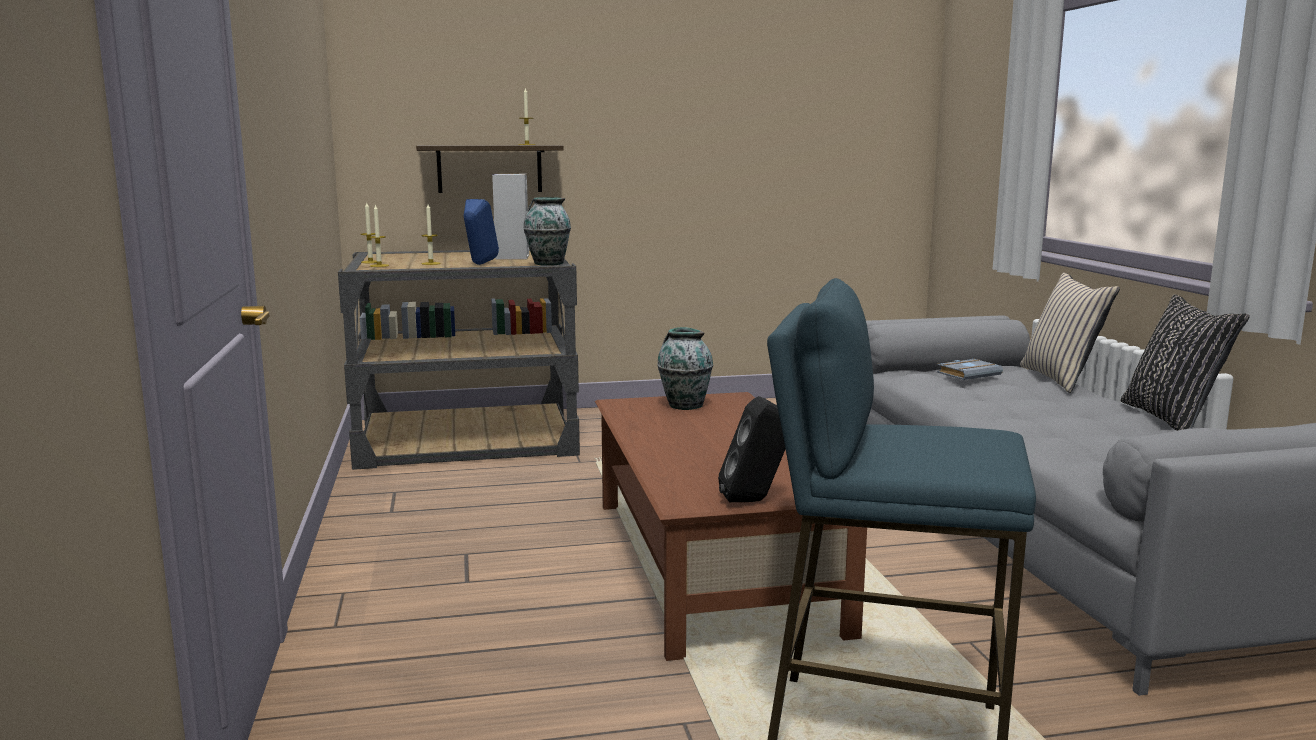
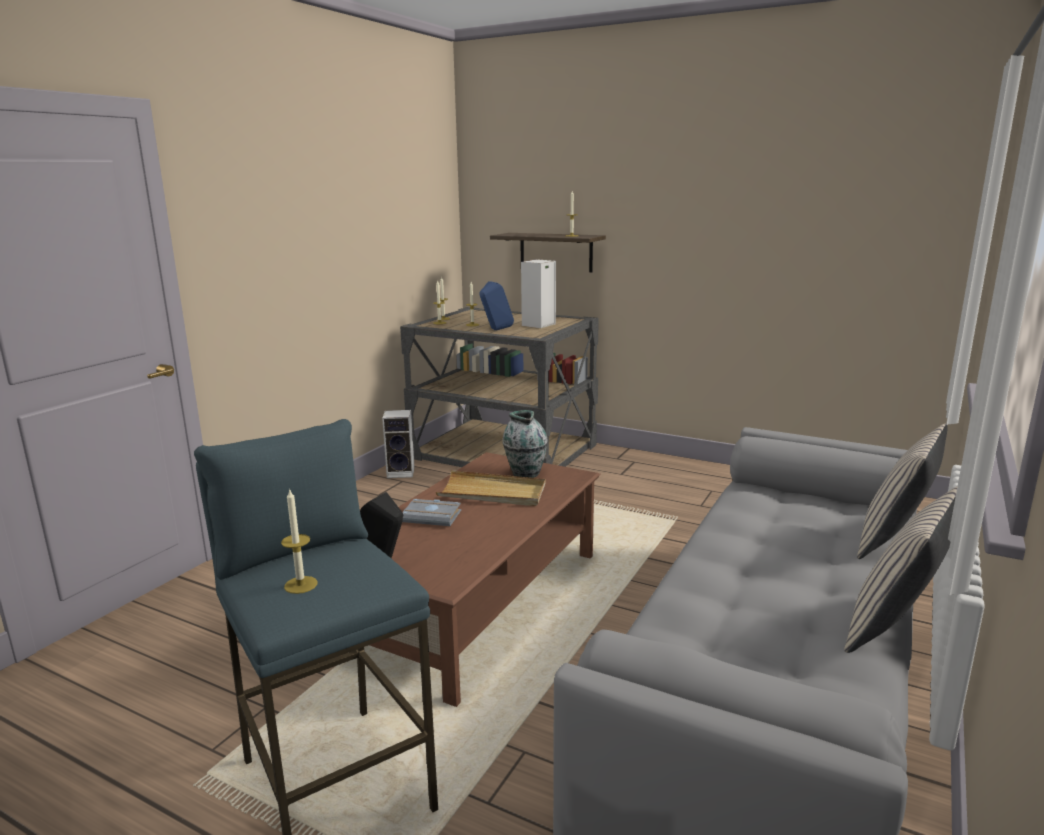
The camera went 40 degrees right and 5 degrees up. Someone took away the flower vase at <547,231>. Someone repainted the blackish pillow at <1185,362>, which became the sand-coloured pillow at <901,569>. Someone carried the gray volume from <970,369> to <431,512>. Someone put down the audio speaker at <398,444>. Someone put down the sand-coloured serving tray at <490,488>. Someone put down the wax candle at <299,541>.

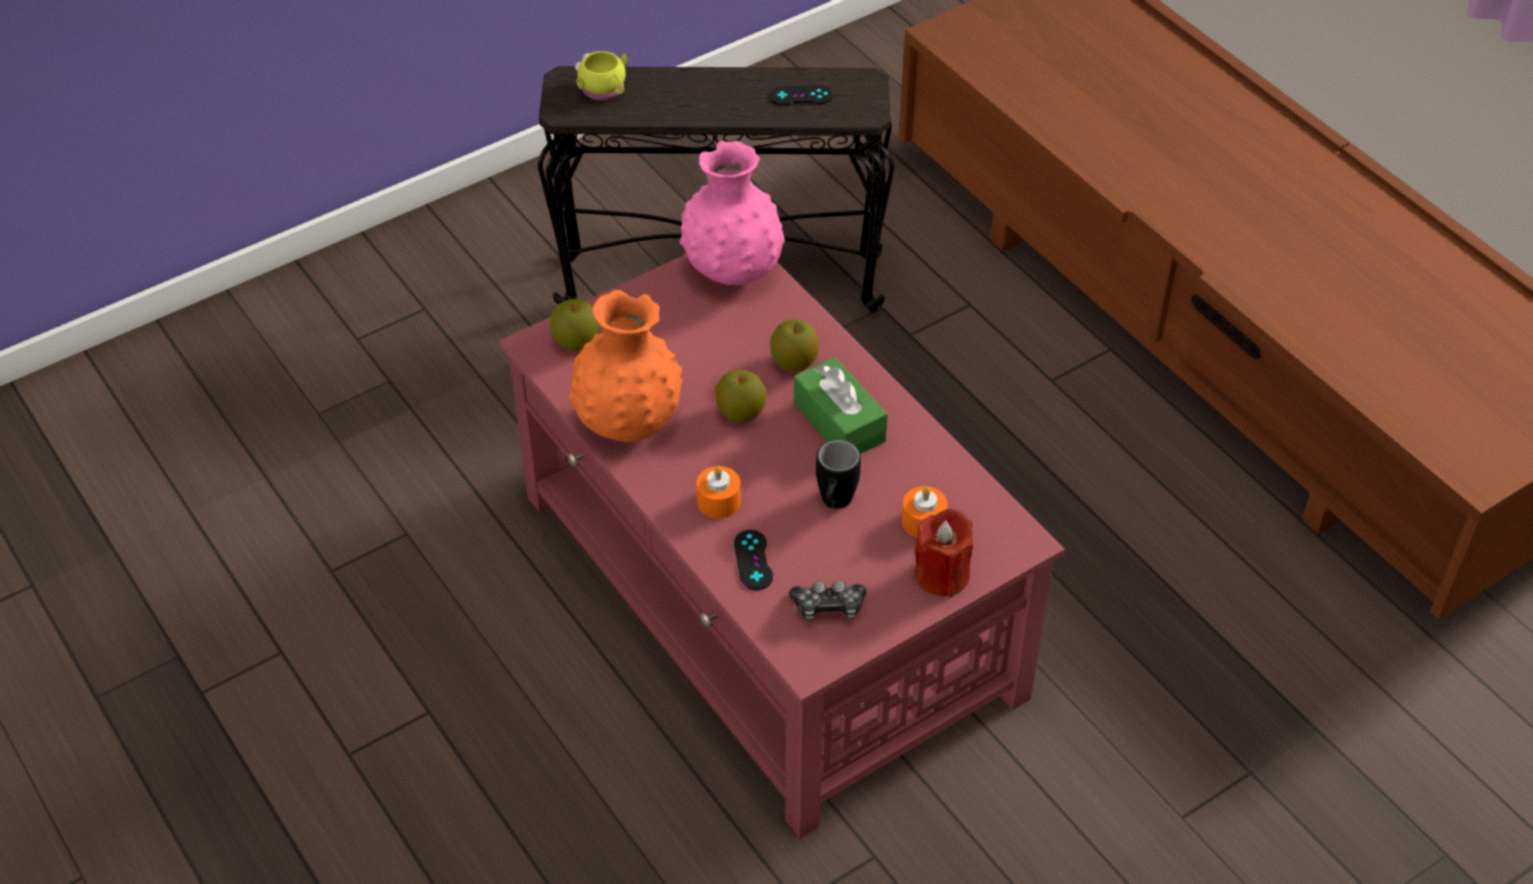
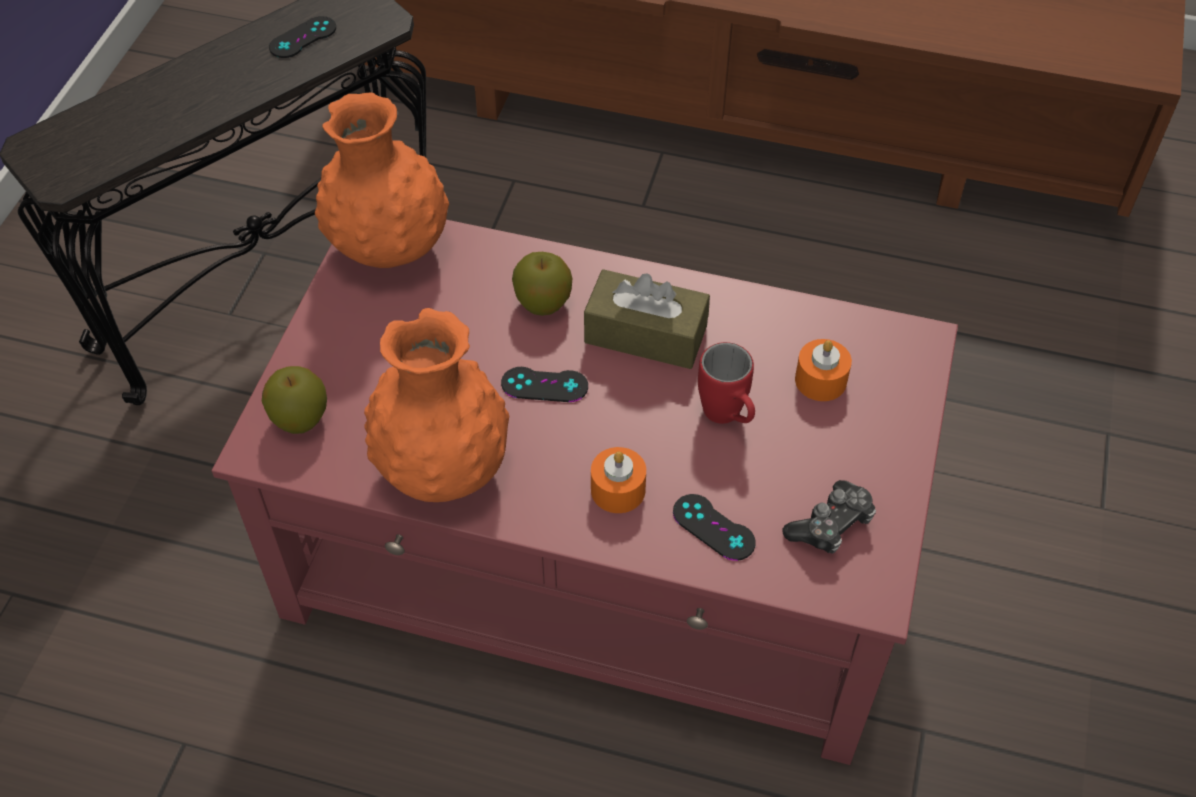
The camera went 40 degrees left and 5 degrees up. Someone took away the yellow-coloured mug at <601,75>. Someone repainted the pink flower vase at <732,213>, which became the orangey flower vase at <382,180>. Someone repainted the green-coloured tissue box at <841,405>, which became the brownish tissue box at <647,319>. Someone swapped the whole apple at <741,396> for the blackish game controller at <544,384>. Someone repainted the blackish mug at <838,474>, which became the reddish mug at <726,383>. Someone took away the reddish wax candle at <943,553>.

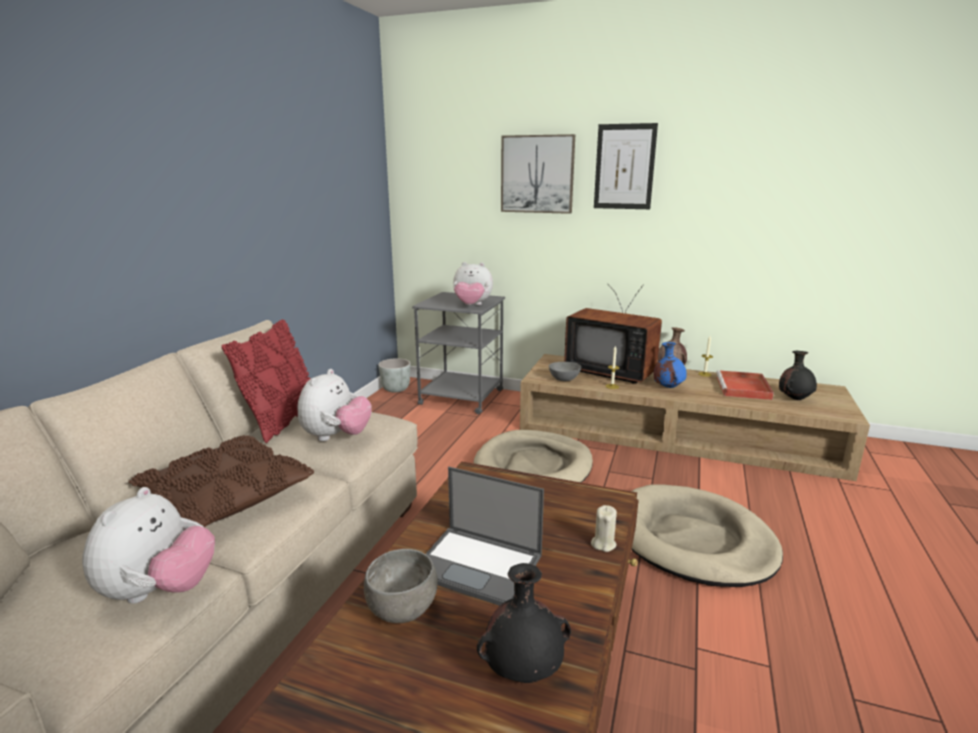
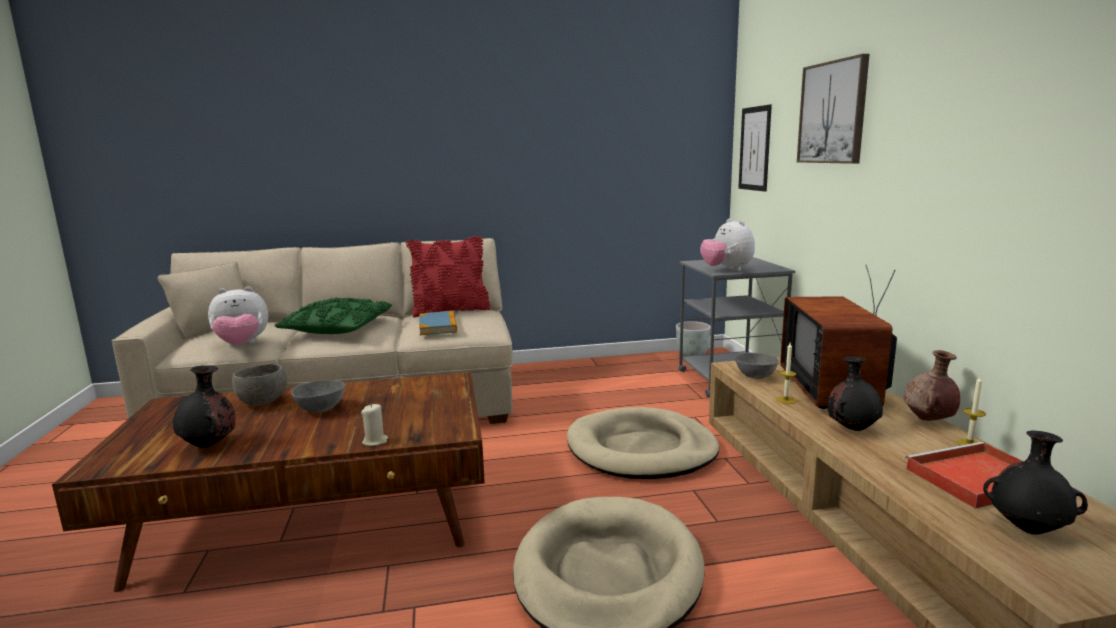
The camera went 60 degrees right and 5 degrees down. Someone carried the wall picture from <626,166> to <755,148>. Someone repainted the blue-coloured flower vase at <670,365>, which became the blackish flower vase at <855,393>. Someone swapped the plush toy at <334,405> for the volume at <438,323>. Someone repainted the brownish pillow at <221,481>, which became the green-coloured pillow at <333,315>. Someone swapped the notebook computer at <485,536> for the gray bowl at <318,396>.

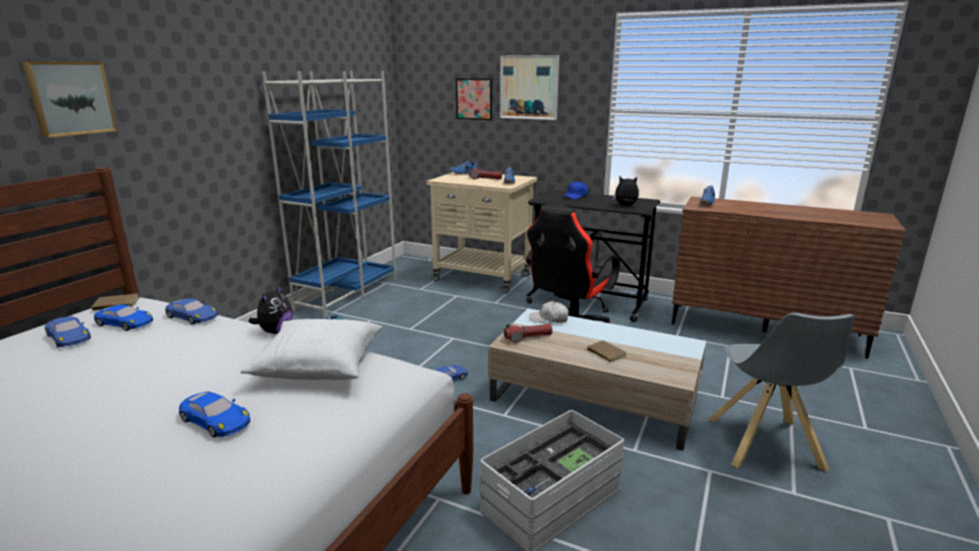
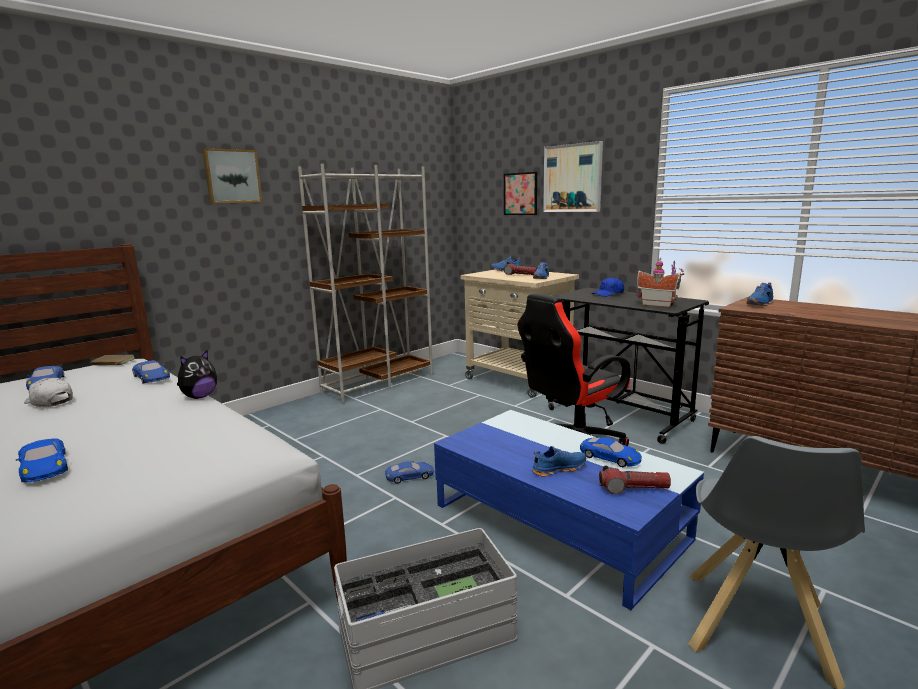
The camera went 20 degrees right and 5 degrees down. Someone carried the wall picture from <70,99> to <232,175>. Someone repainted the blue-coloured bookshelf at <329,194>, which became the brownish bookshelf at <365,283>. Someone swapped the plush toy at <626,191> for the model house at <659,283>. Someone carried the white peaked cap from <549,312> to <48,392>. Someone carried the blue-coloured miniature car from <123,318> to <611,452>. Someone repainted the sand-coloured lounge table at <597,379>, which became the blue-coloured lounge table at <569,510>. Someone took away the gray pillow at <311,347>. Someone carried the flashlight from <528,333> to <635,480>. Someone swapped the brownish volume at <607,351> for the blue-coloured shoe at <559,461>.

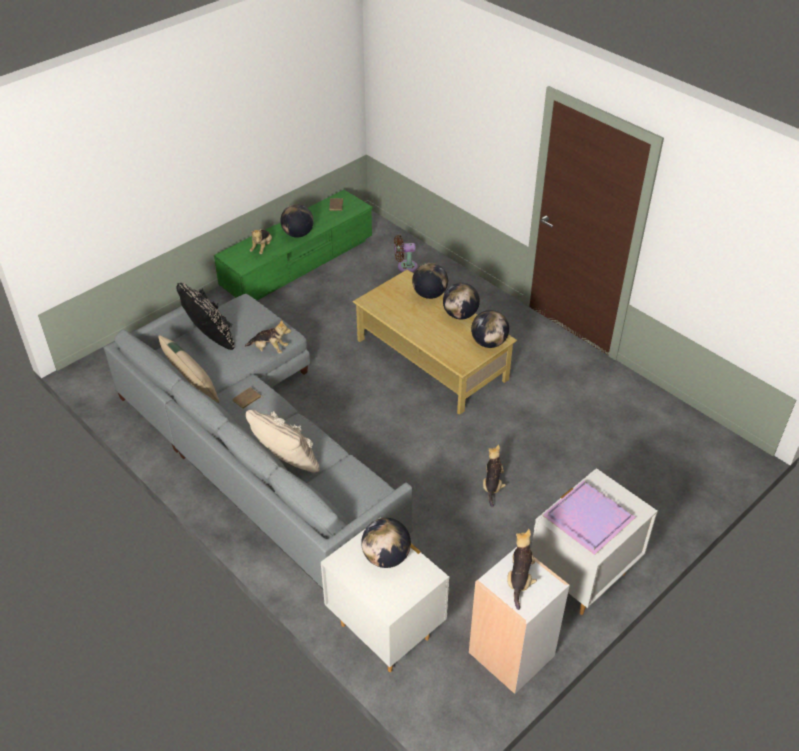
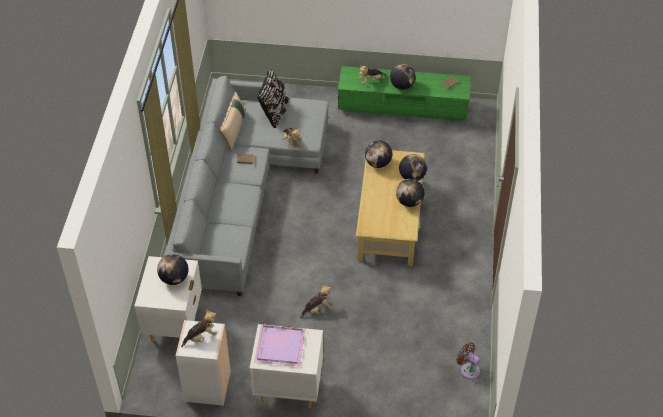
The camera went 50 degrees right and 5 degrees up. Someone carried the brownish fan from <406,253> to <468,360>. Someone carried the world globe from <490,329> to <378,154>. Someone took away the sand-coloured pillow at <283,441>.

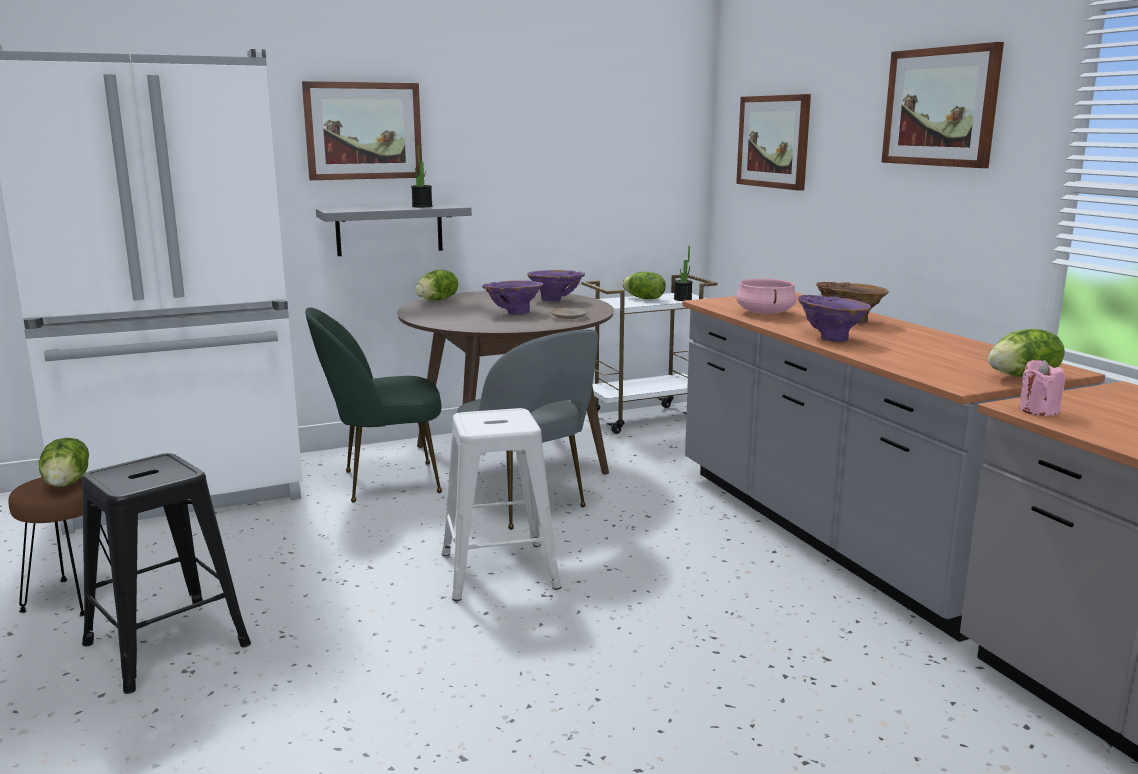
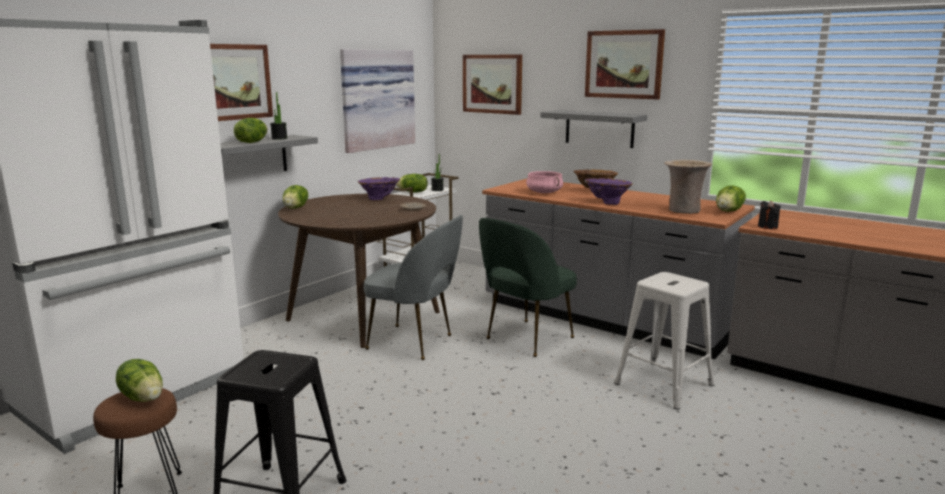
The camera went 30 degrees left and 0 degrees up. Someone took away the purplish flower vase at <512,298>. Someone carried the green-coloured upright chair from <373,405> to <528,287>. Someone repainted the pink wax candle at <1042,388>, which became the blackish wax candle at <769,214>. Someone carried the white stool from <501,504> to <664,341>. Someone put up the wall picture at <377,101>. Someone put up the gray shelf at <594,129>. Someone put down the lettuce at <251,130>. Someone put down the sand-coloured flower vase at <688,187>.

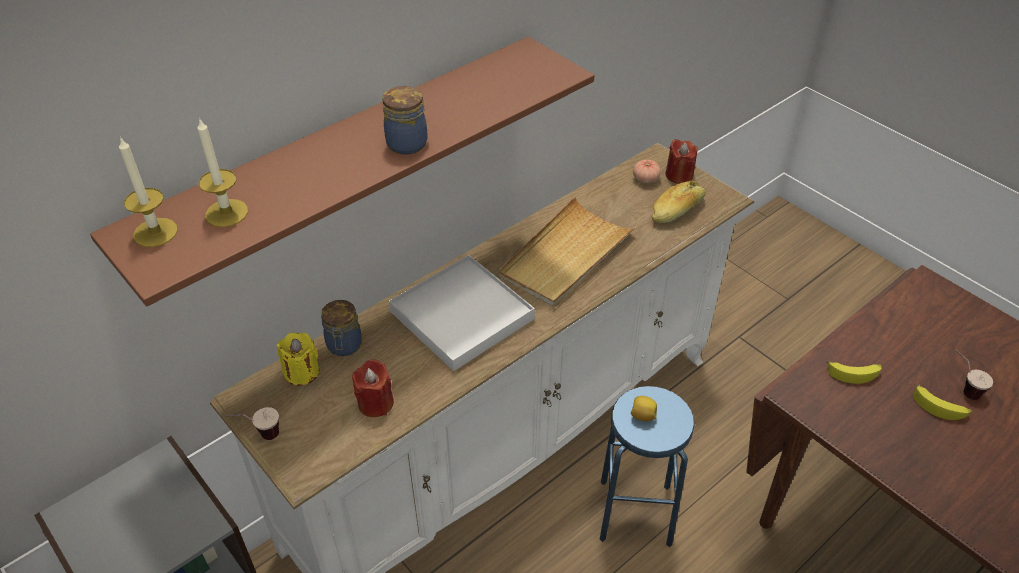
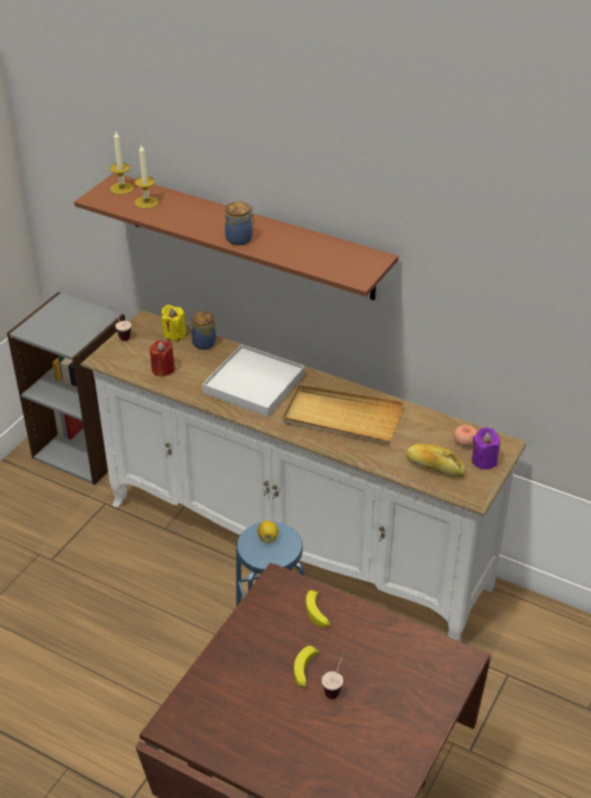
The camera went 70 degrees right and 5 degrees down. Someone repainted the reddish wax candle at <681,161>, which became the purplish wax candle at <486,448>.

